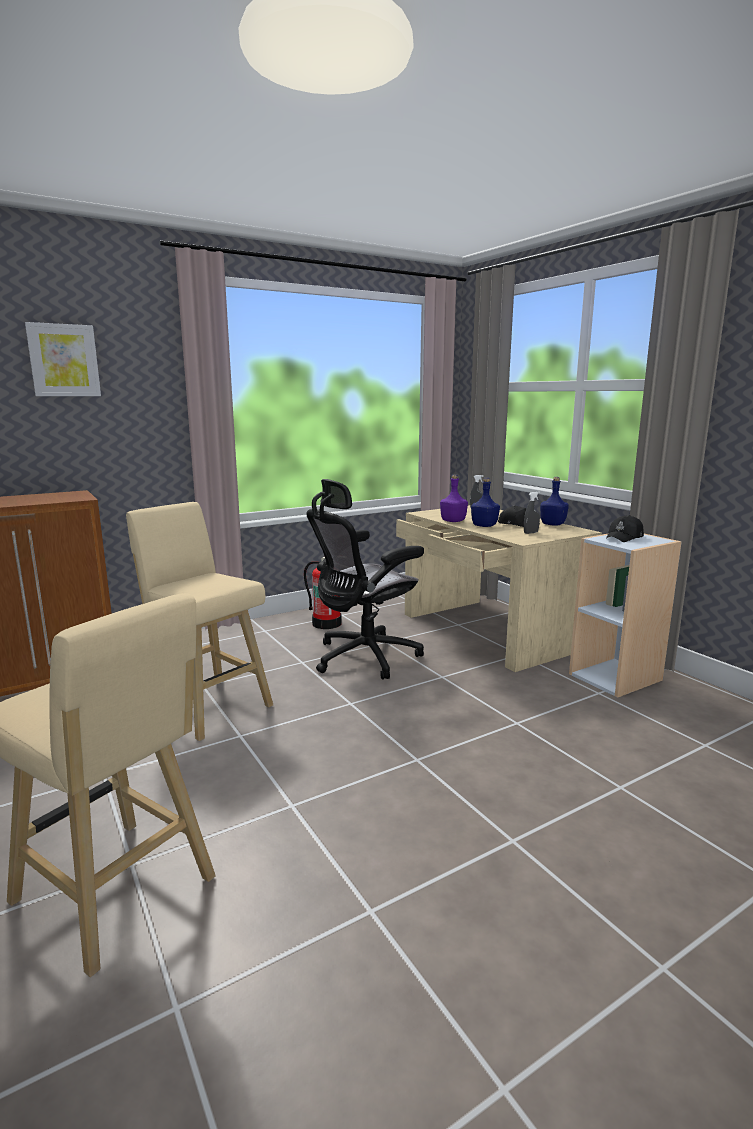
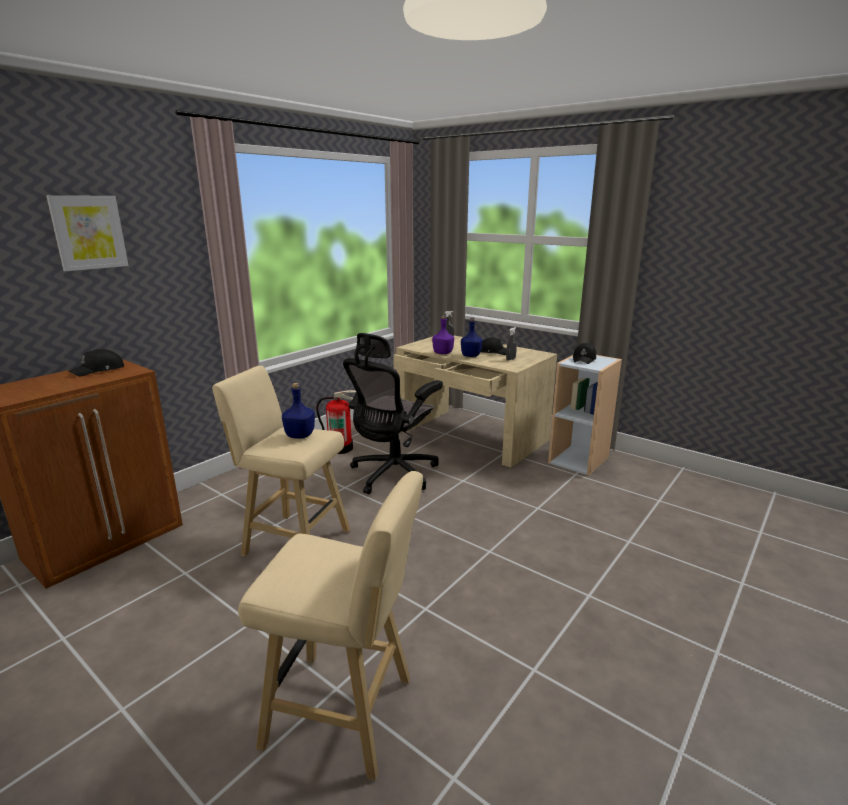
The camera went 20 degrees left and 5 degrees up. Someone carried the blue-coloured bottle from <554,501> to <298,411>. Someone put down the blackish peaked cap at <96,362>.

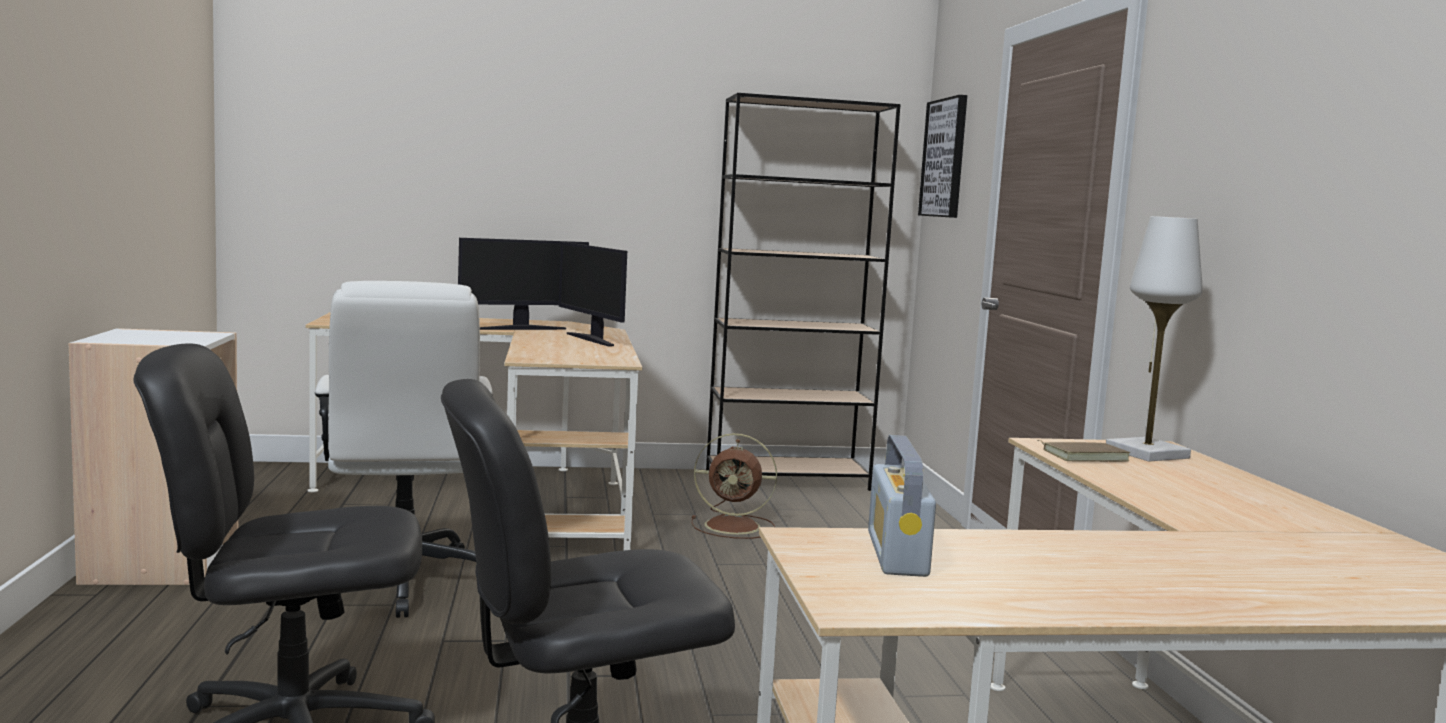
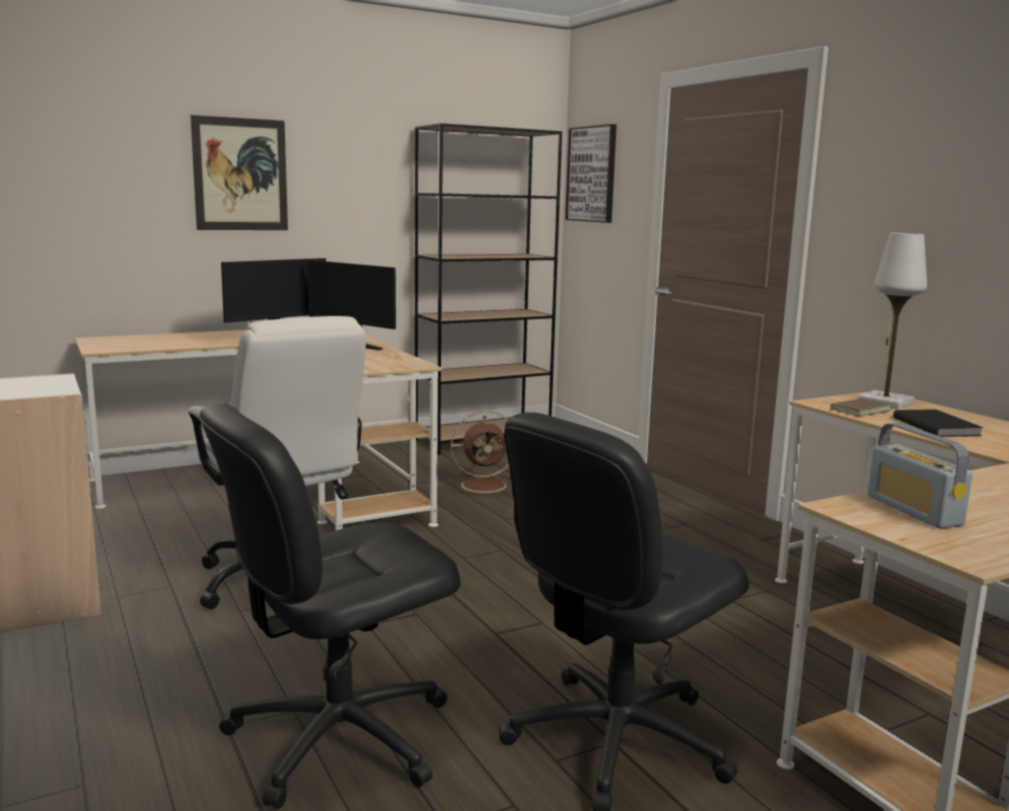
The camera went 20 degrees left and 5 degrees up. Someone put up the wall picture at <239,172>. Someone put down the blackish volume at <938,423>.

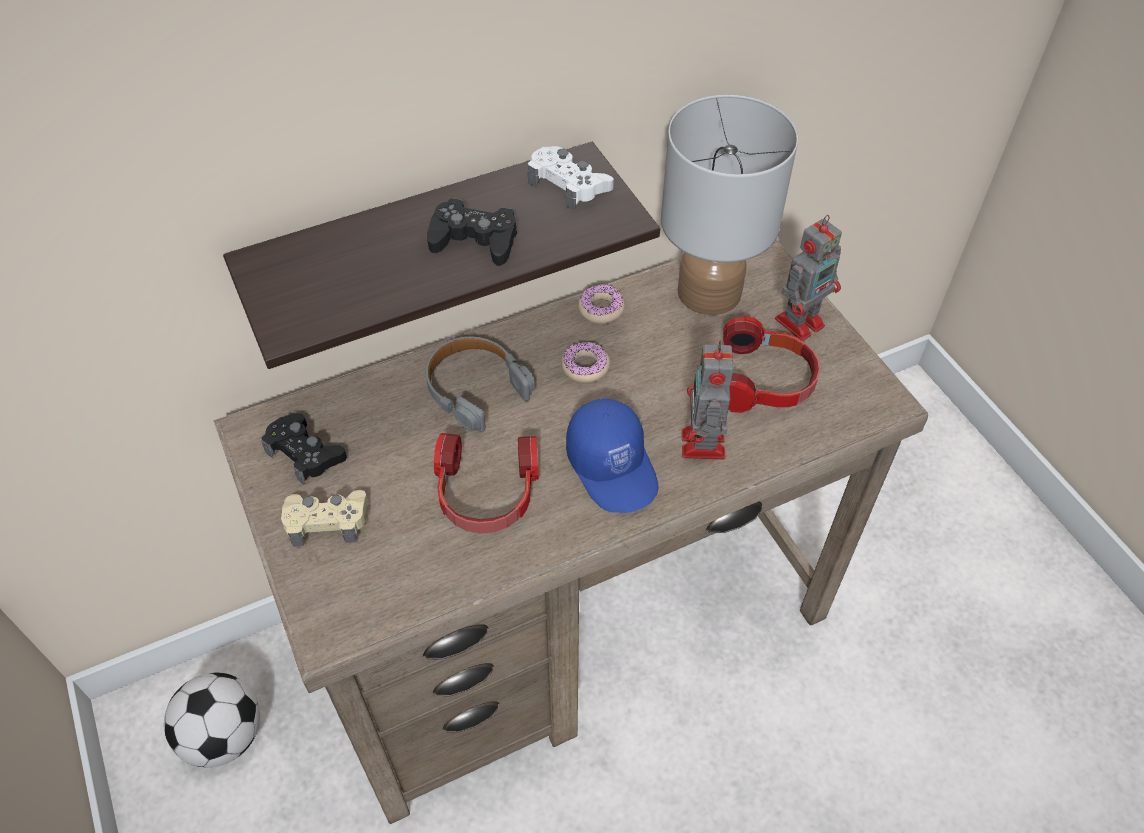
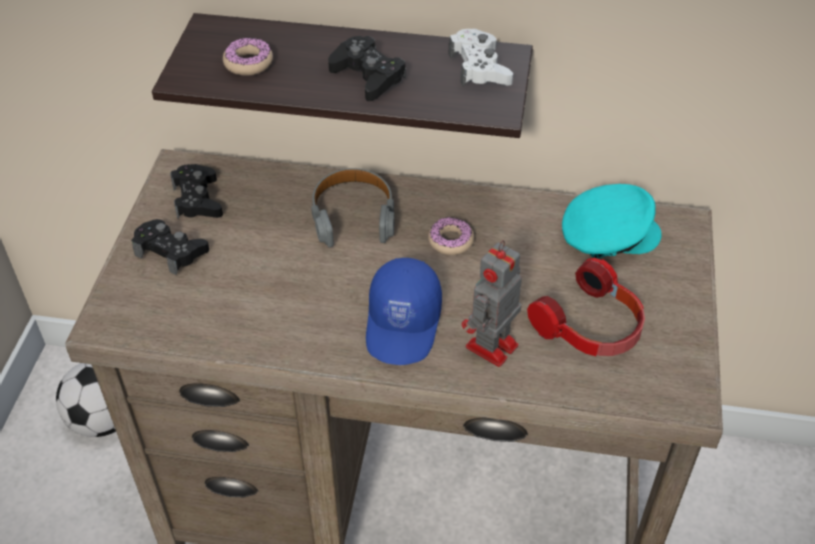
The camera went 35 degrees right and 5 degrees down. Someone swapped the gray tabletop lamp at <729,204> for the turquoise-coloured peaked cap at <612,221>. Someone took away the robot figure at <808,278>. Someone carried the ring doughnut from <601,304> to <248,57>. Someone took away the headphones at <486,483>. Someone repainted the sand-coloured game controller at <324,518>, which became the blackish game controller at <170,247>.

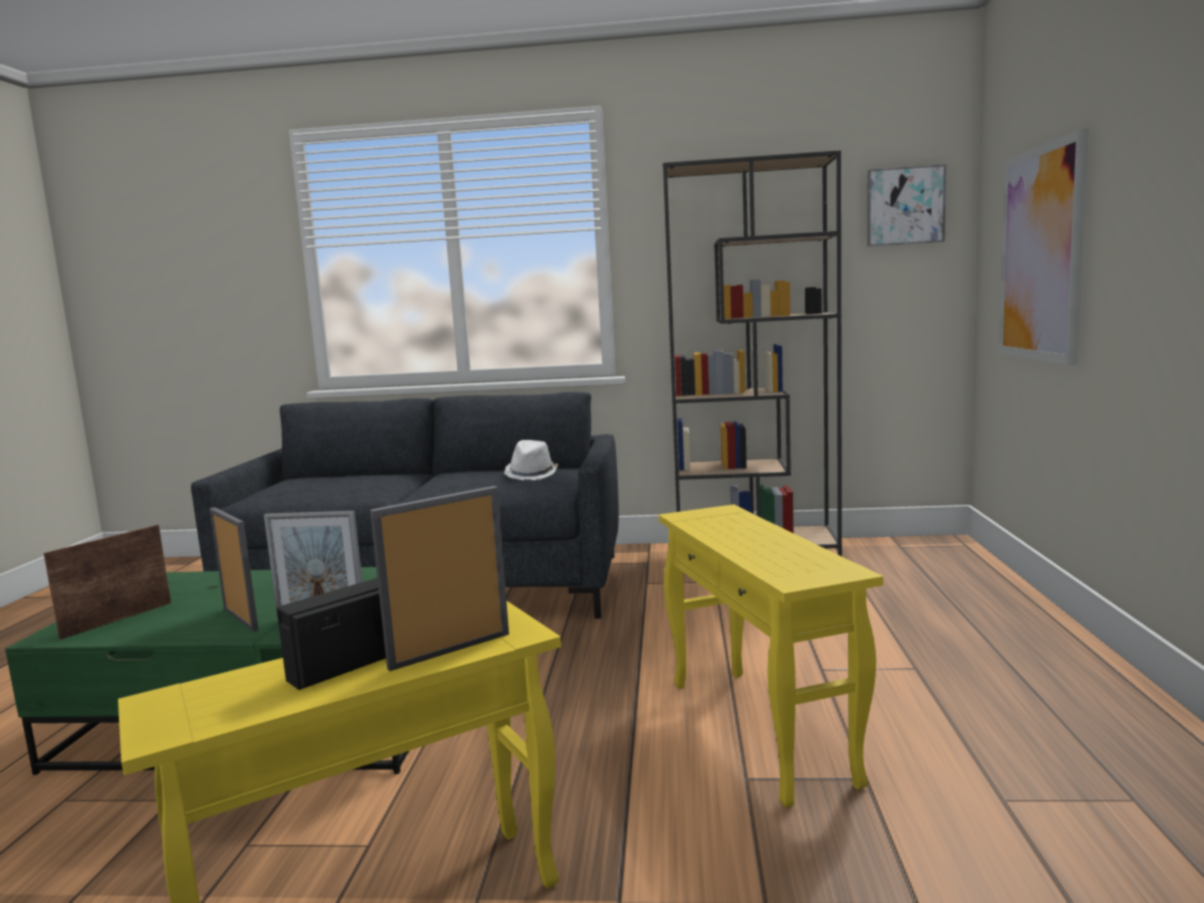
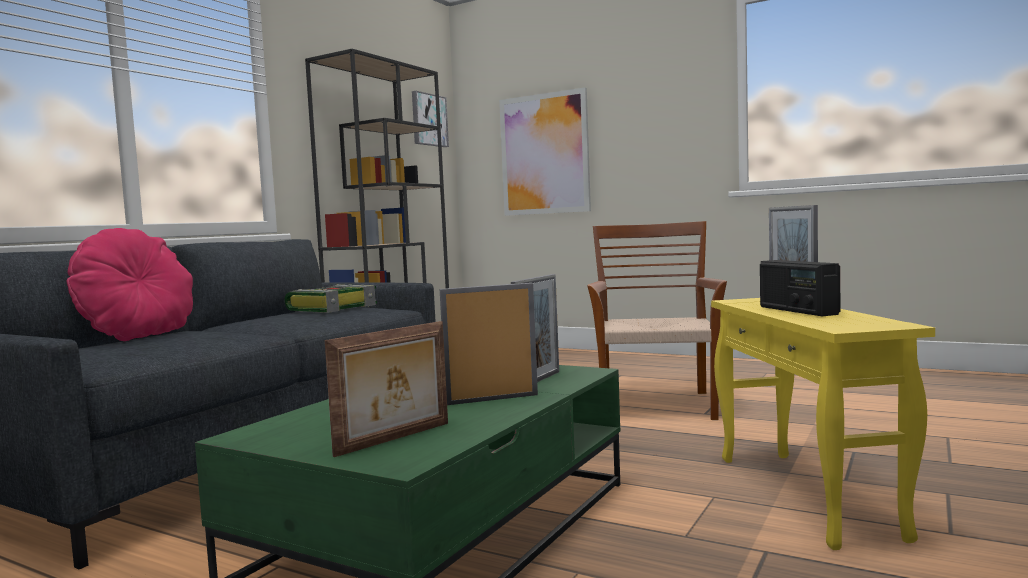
The camera went 65 degrees left and 5 degrees down. Someone swapped the white wearable hat at <531,460> for the volume at <330,298>. Someone swapped the yellow-coloured end table at <771,656> for the brownish armchair at <657,320>. Someone rotated the photo frame at <107,582> by 105 degrees counterclockwise. Someone put down the pink pillow at <130,284>.

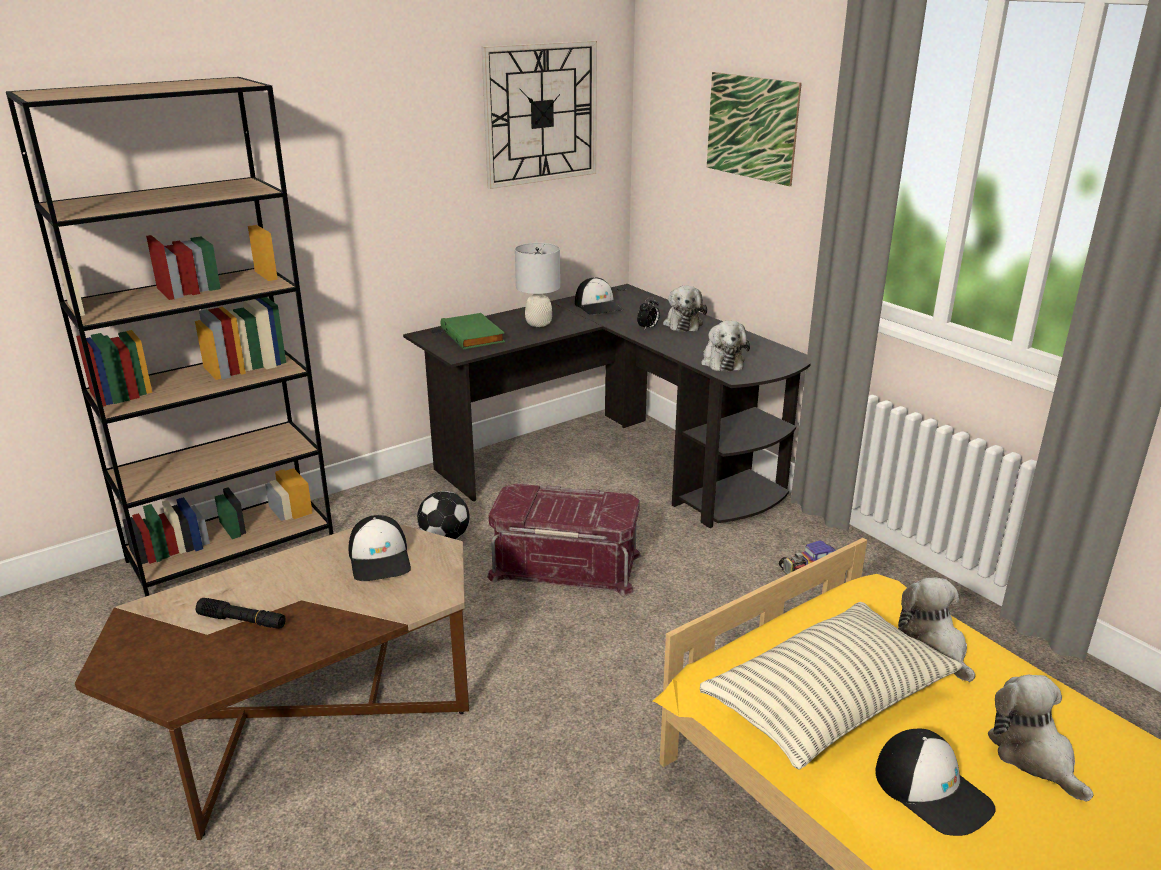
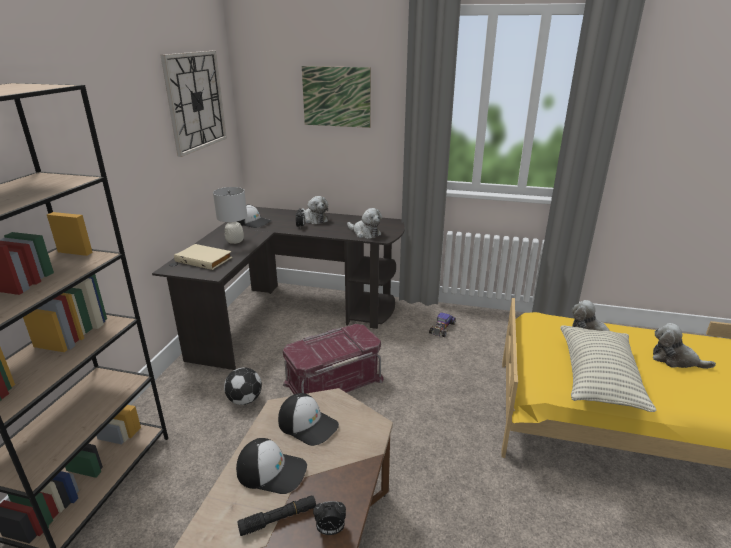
The camera went 40 degrees left and 0 degrees up. Someone repainted the green-coloured volume at <472,331>, which became the sand-coloured volume at <203,257>. Someone carried the peaked cap from <935,782> to <271,466>. Someone put down the bedside clock at <329,518>.

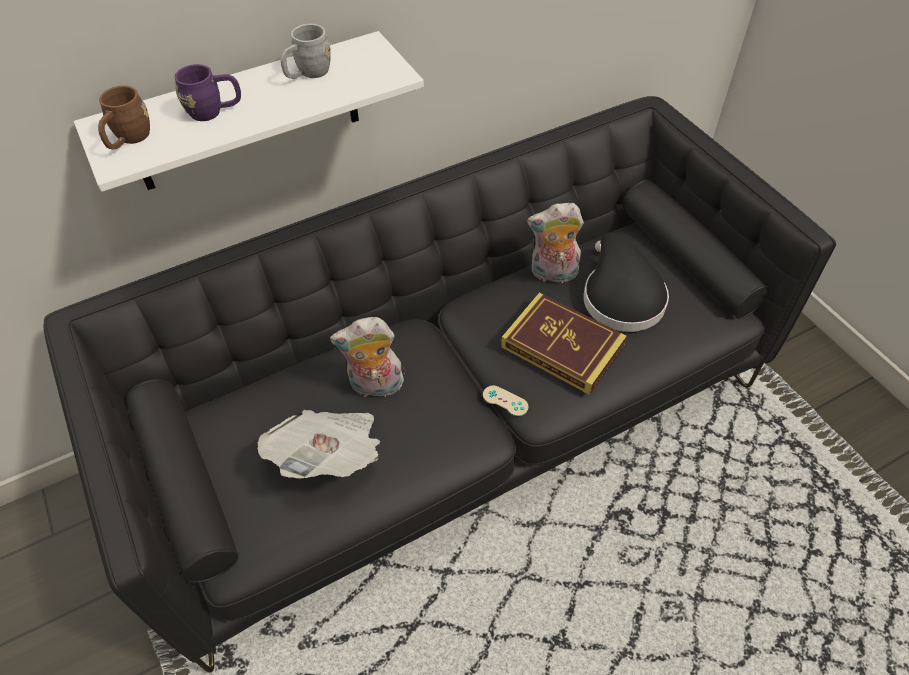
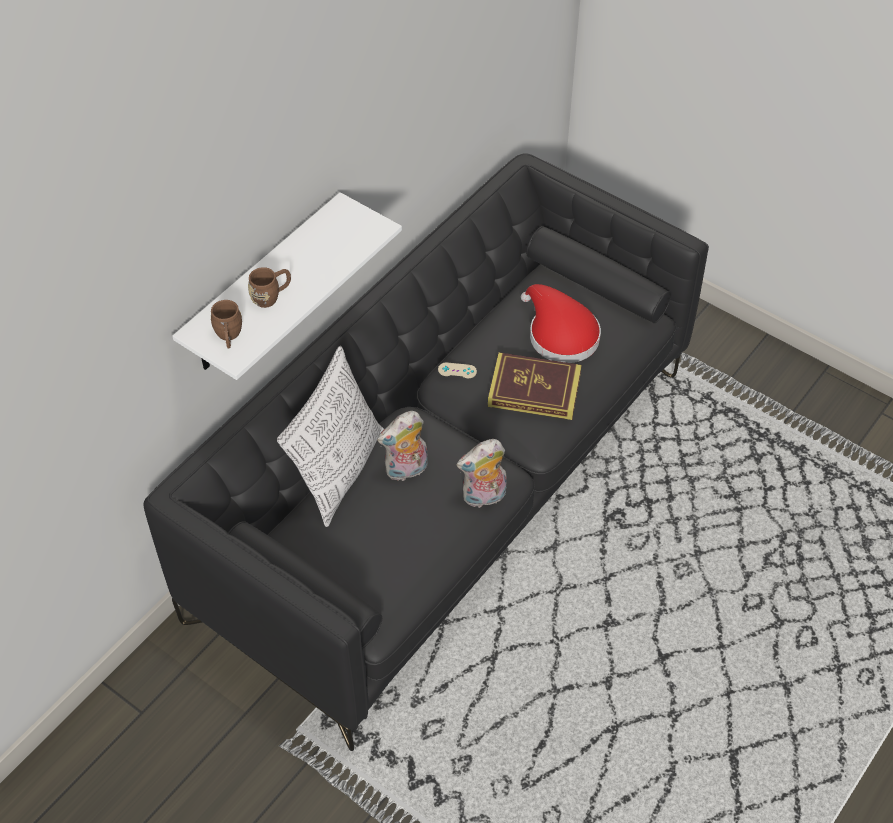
The camera went 25 degrees left and 0 degrees up. Someone took away the gray mug at <306,51>. Someone repainted the purplish mug at <208,92>, which became the brownish mug at <269,287>. Someone carried the plush toy from <555,243> to <482,473>. Someone repainted the blackish wearable hat at <626,282>, which became the reddish wearable hat at <561,323>. Someone carried the sand-coloured game controller from <505,401> to <457,370>. Someone took away the printed paper at <319,444>. Someone put down the pillow at <330,436>.

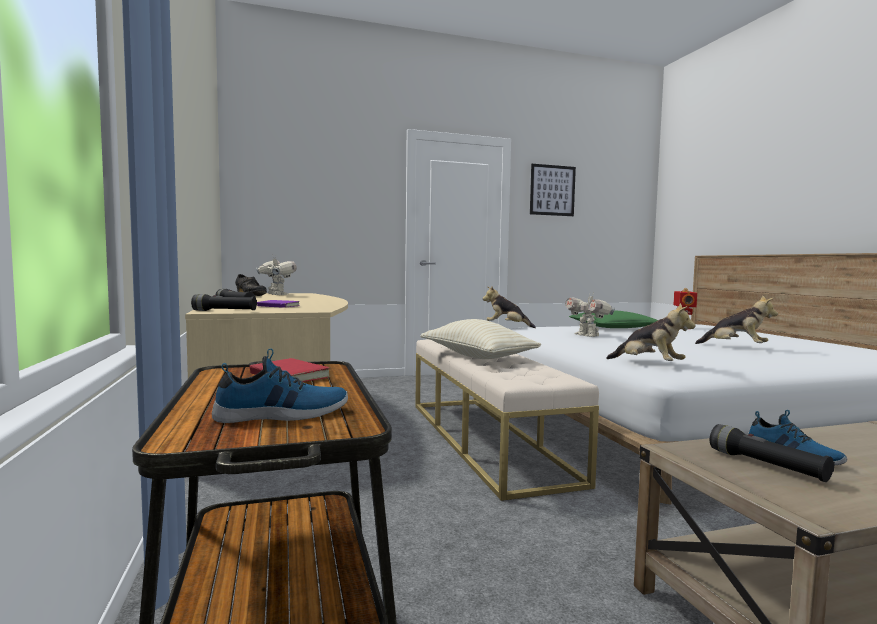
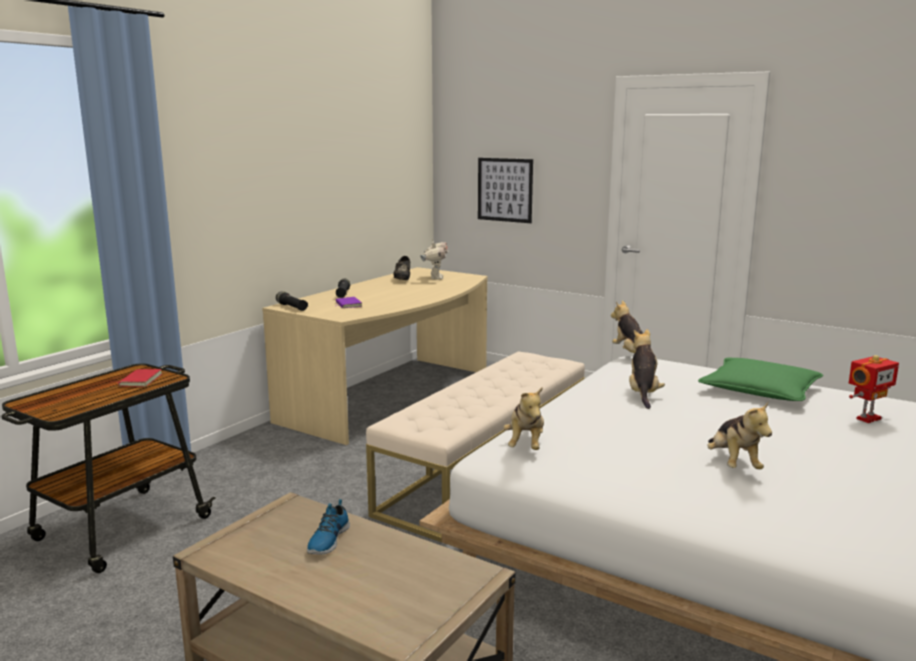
The camera went 50 degrees right and 10 degrees up. Someone carried the wall picture from <553,190> to <505,190>. Someone swapped the robot figure at <590,316> for the plush toy at <647,369>. Someone took away the sand-coloured pillow at <480,339>. Someone took away the shoe at <280,385>. Someone took away the blackish flashlight at <772,453>.

